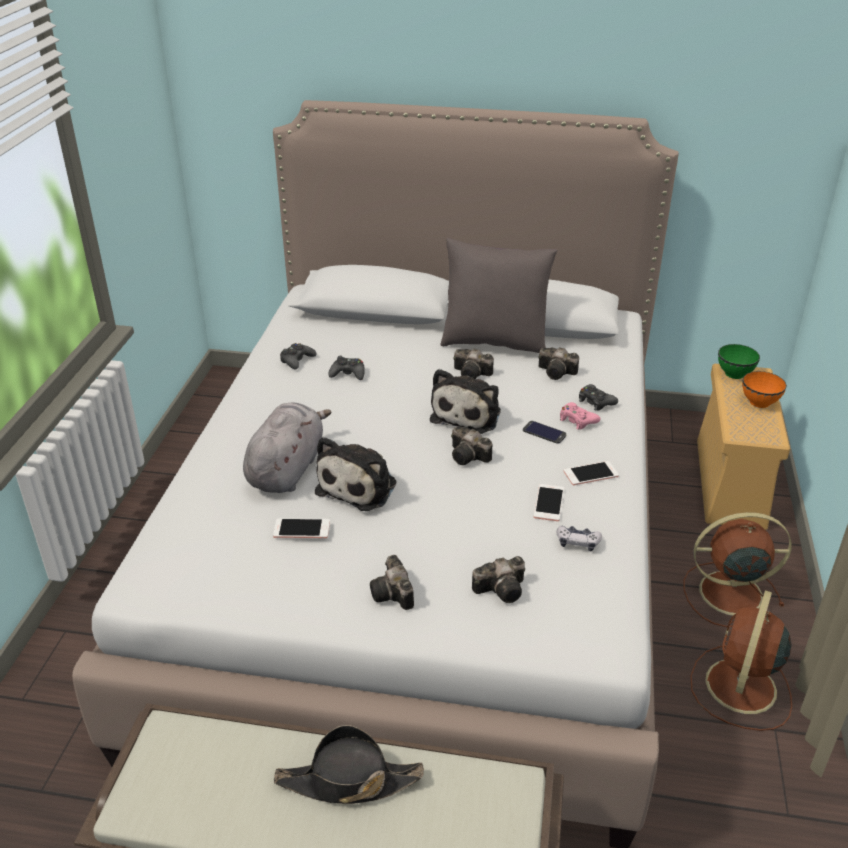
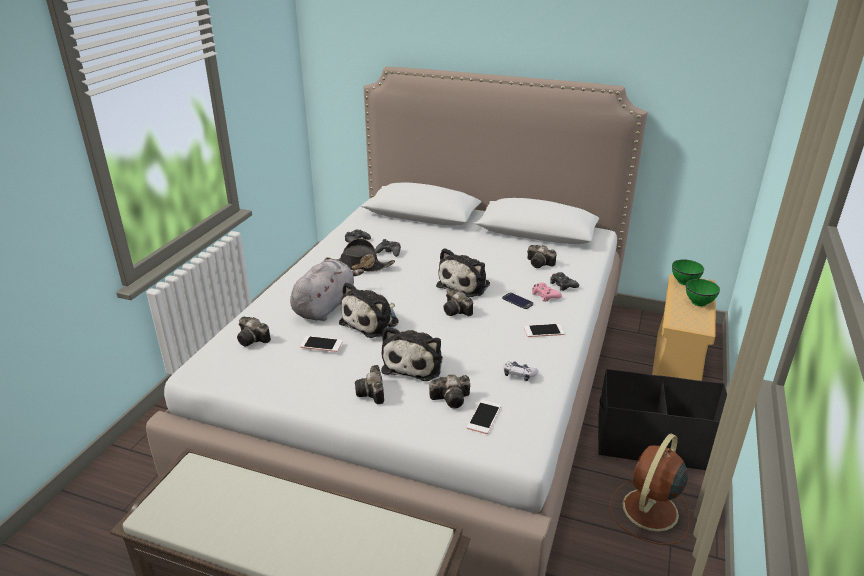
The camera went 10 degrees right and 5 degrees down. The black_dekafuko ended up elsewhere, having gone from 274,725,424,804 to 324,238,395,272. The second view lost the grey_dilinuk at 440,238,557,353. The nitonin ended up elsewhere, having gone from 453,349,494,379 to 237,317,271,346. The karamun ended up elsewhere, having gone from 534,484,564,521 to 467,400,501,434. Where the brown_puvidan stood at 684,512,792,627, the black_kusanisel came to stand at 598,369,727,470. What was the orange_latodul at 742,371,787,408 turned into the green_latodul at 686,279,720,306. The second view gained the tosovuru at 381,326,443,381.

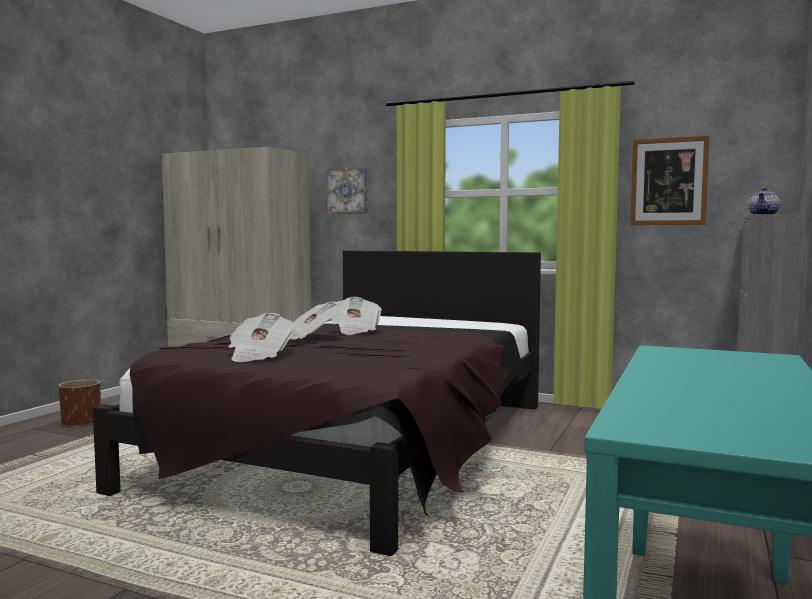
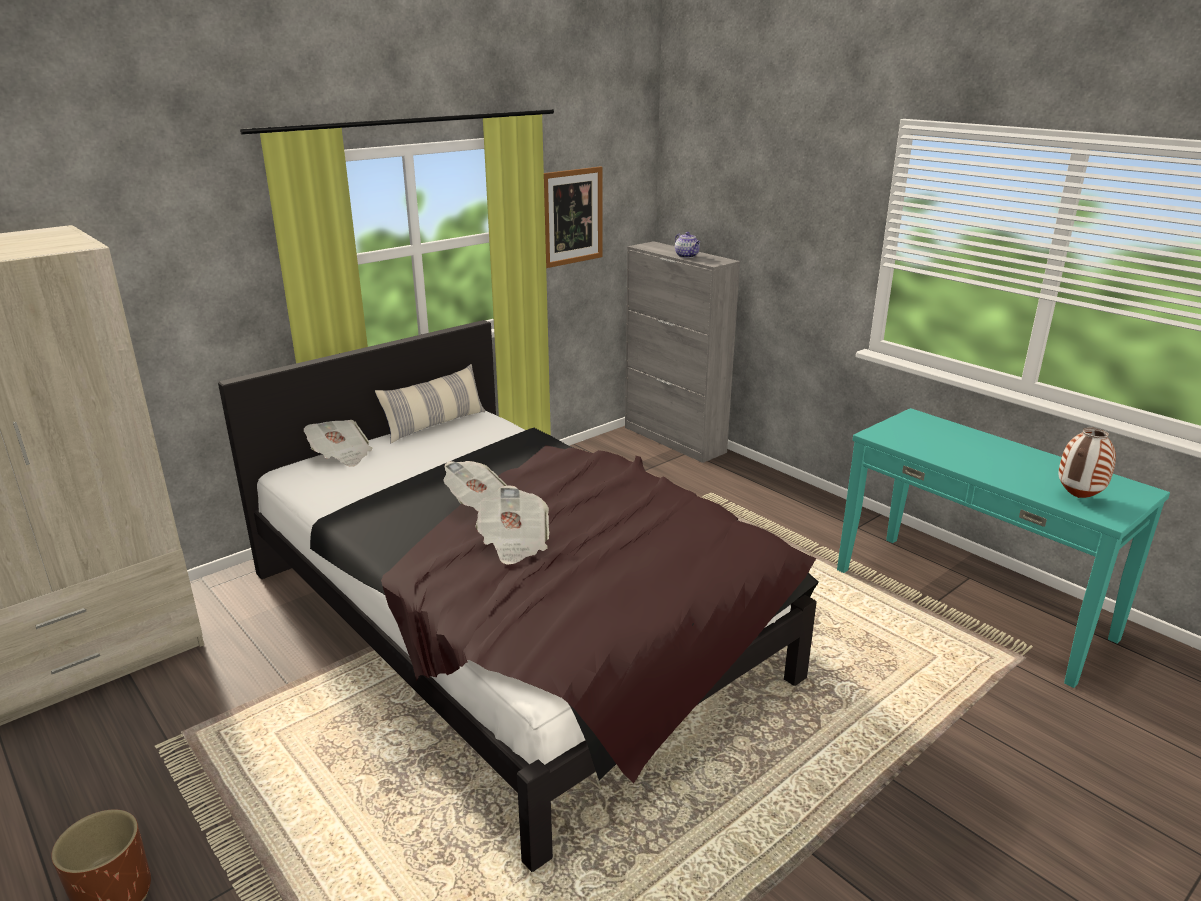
The camera went 65 degrees left and 20 degrees up. The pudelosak ended up elsewhere, having gone from 228,313,296,362 to 304,420,373,467. The second view lost the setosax at 326,167,368,214. The second view gained the dilinuk at 375,364,485,443. The second view gained the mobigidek at 1059,427,1116,498.

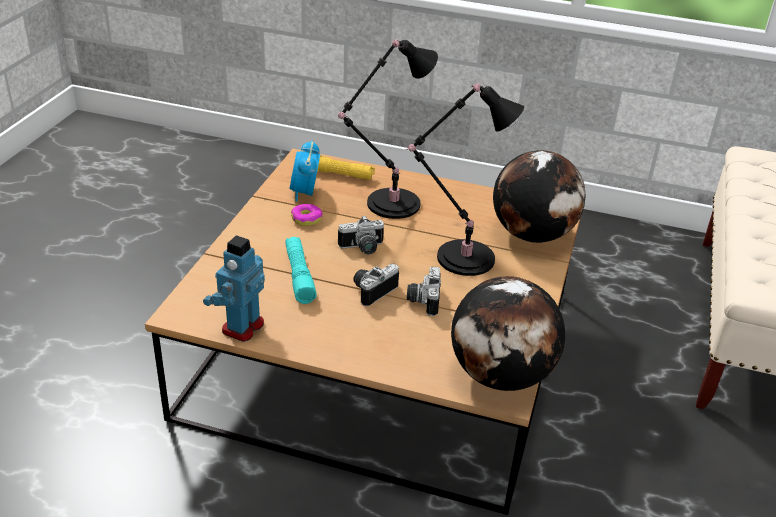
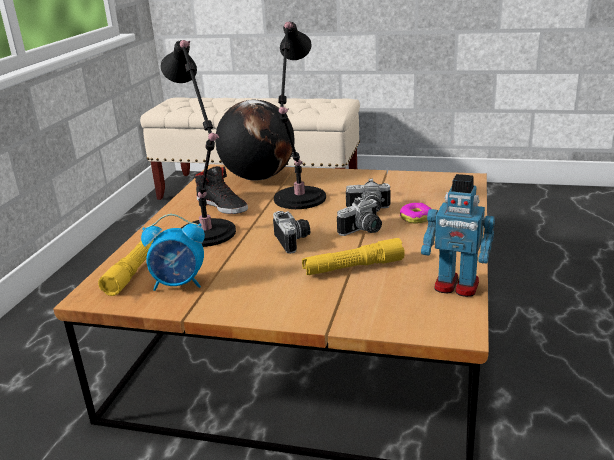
The camera went 90 degrees left and 10 degrees down. What was the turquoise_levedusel at 285,237,317,304 turned into the yellow_levedusel at 302,238,405,275. The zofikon ended up elsewhere, having gone from 291,204,323,226 to 400,203,431,224. The nitonin at 353,264,399,306 ended up facing another way, 75 degrees counterclockwise from before. The second view lost the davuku at 451,276,565,391. The second view gained the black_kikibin at 194,166,248,214.

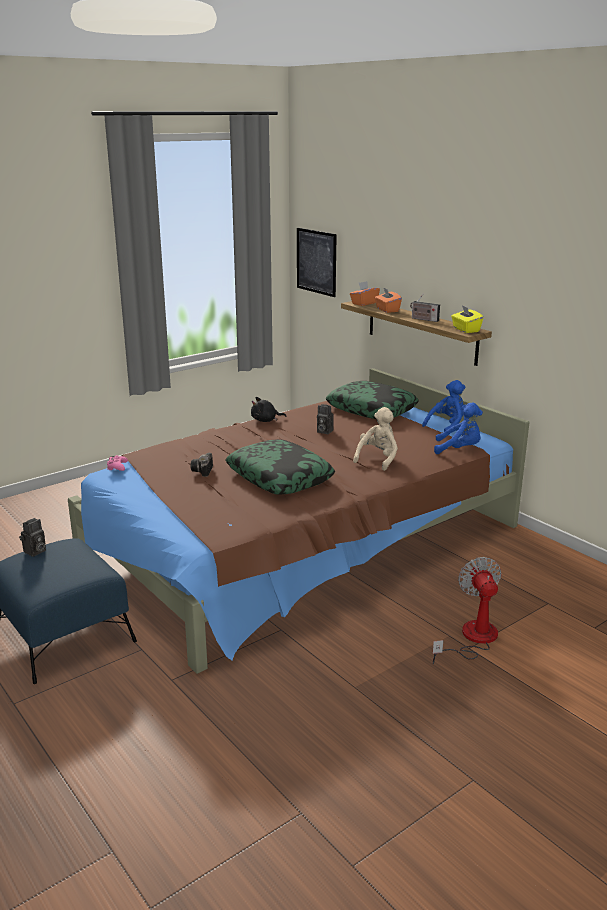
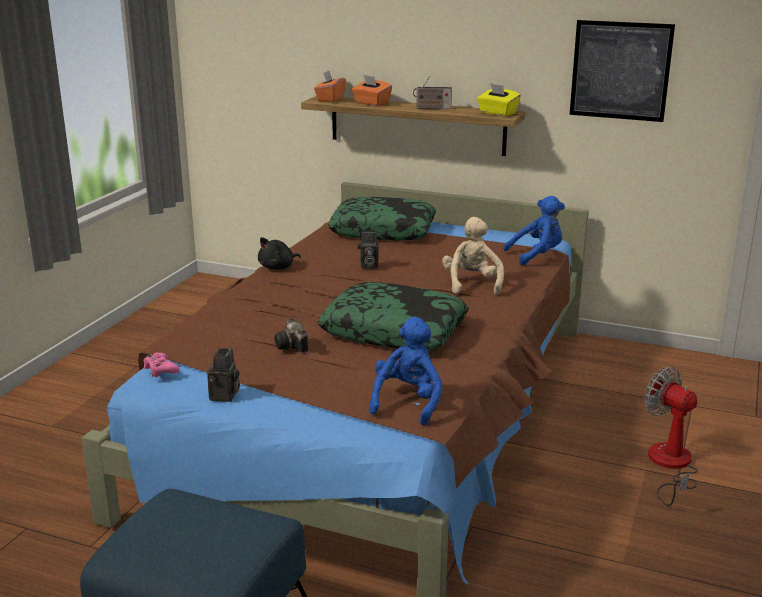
The camera went 30 degrees left and 0 degrees up. The nitonin ended up elsewhere, having gone from 19,518,46,557 to 207,347,240,402. The setosax ended up elsewhere, having gone from 297,228,337,297 to 570,20,675,122. The blue_tosovuru ended up elsewhere, having gone from 422,380,466,432 to 369,317,443,425.

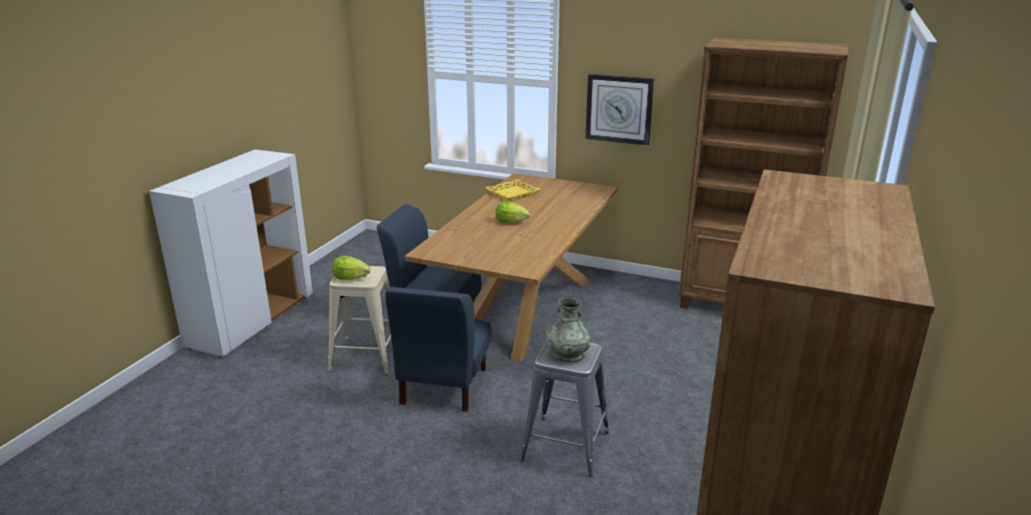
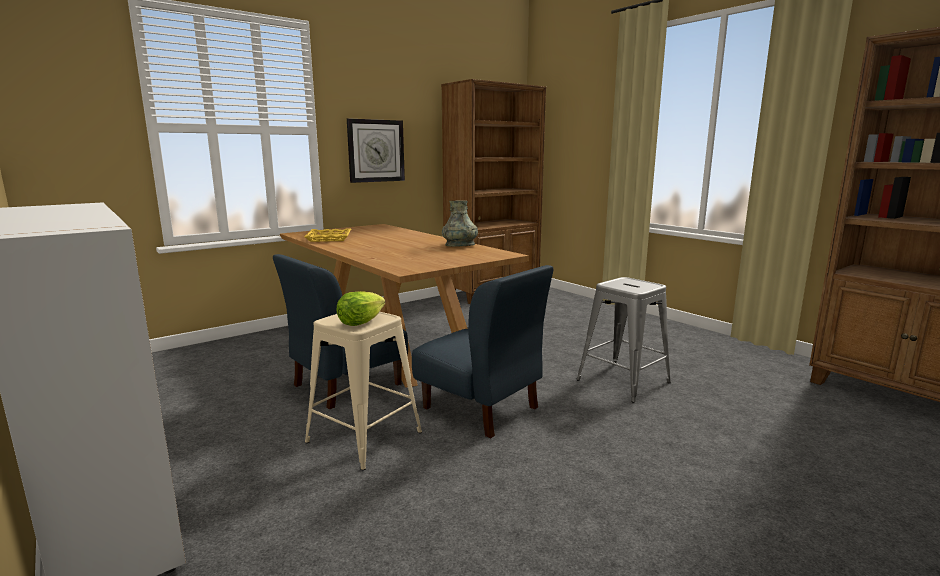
The camera went 60 degrees left and 10 degrees down. The second view lost the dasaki at 496,201,530,223. The grey_mobigidek ended up elsewhere, having gone from 545,298,590,362 to 442,200,478,247.

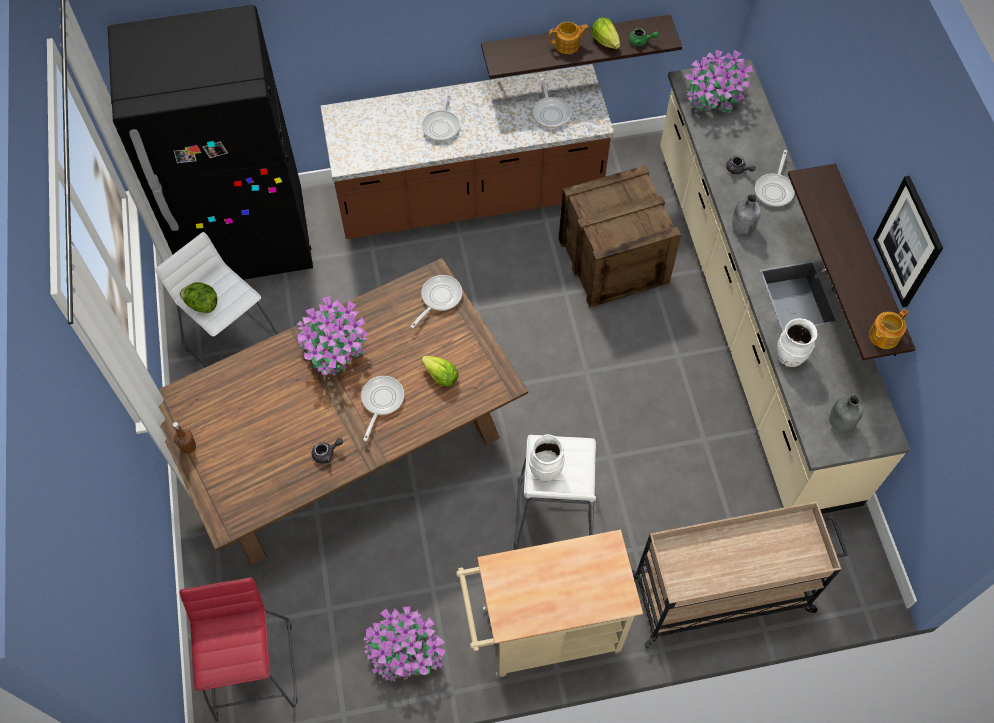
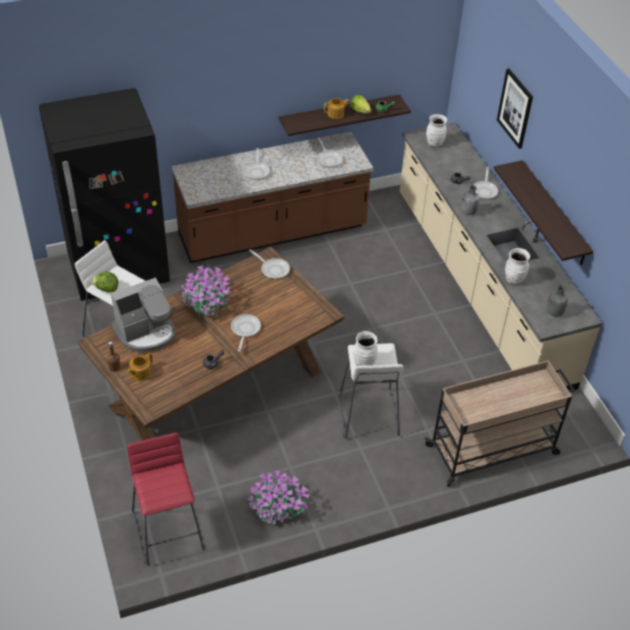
The camera went 10 degrees left and 15 degrees down. The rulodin at 410,275,462,328 ended up facing another way, 105 degrees clockwise from before. The second view lost the dasaki at 421,356,458,386. The second view lost the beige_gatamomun at 456,530,643,677. The second view lost the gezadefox at 559,165,681,308. Where the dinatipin stood at 685,50,753,114, the white_mobigidek came to stand at 426,114,447,147. The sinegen ended up elsewhere, having gone from 869,309,908,349 to 126,353,153,381. The setosax ended up elsewhere, having gone from 873,176,943,307 to 497,69,533,149. The second view gained the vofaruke at 111,278,175,352.

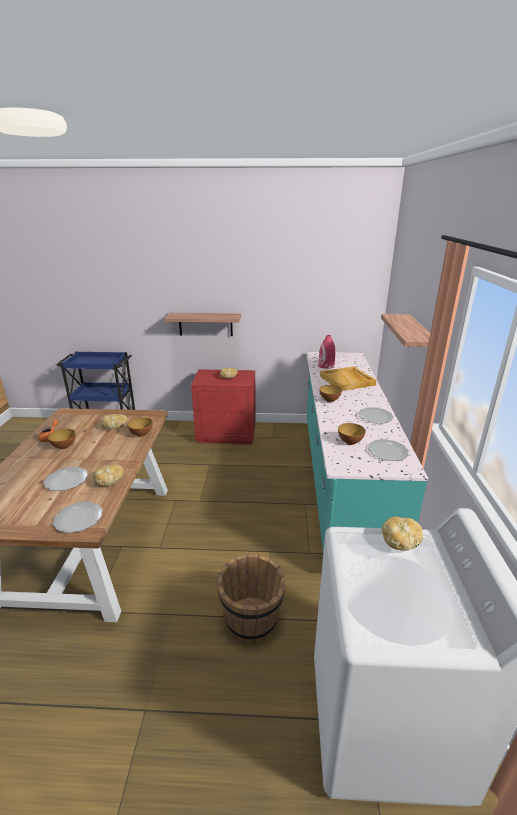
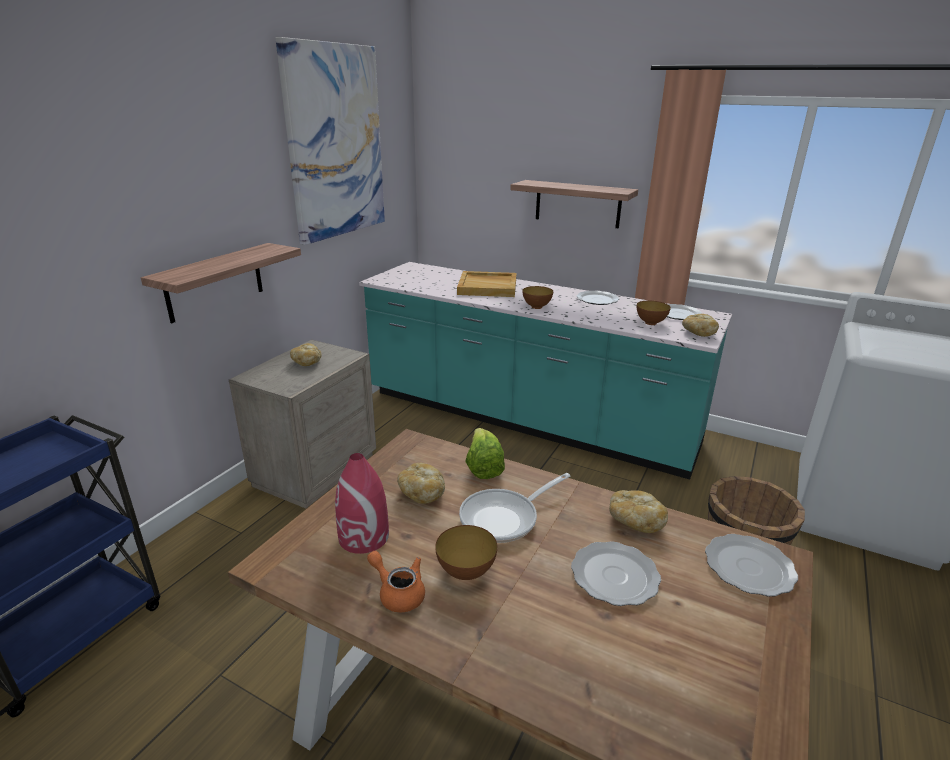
The camera went 65 degrees left and 0 degrees up. Where the latodul stood at 128,417,152,437, the dasaki came to stand at 465,428,505,479. What was the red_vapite at 191,369,256,444 turned into the beige_vapite at 229,340,376,508. The red_mobigidek ended up elsewhere, having gone from 318,335,336,369 to 335,453,389,554. The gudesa ended up elsewhere, having gone from 382,517,423,551 to 682,314,719,337. The second view gained the setosax at 275,37,385,245. The second view gained the rulodin at 459,473,571,543.

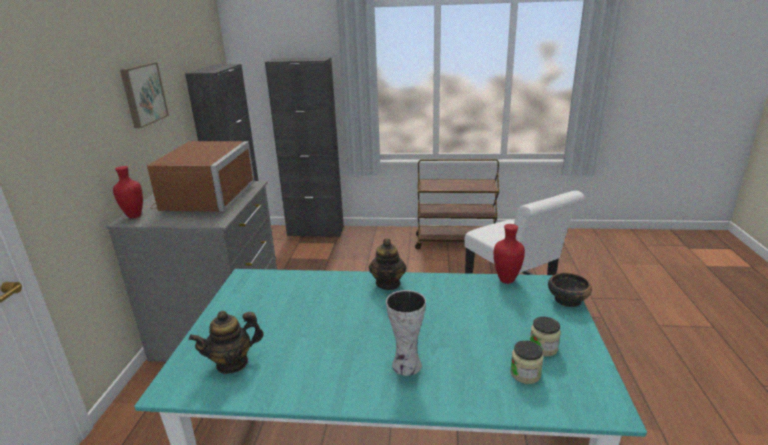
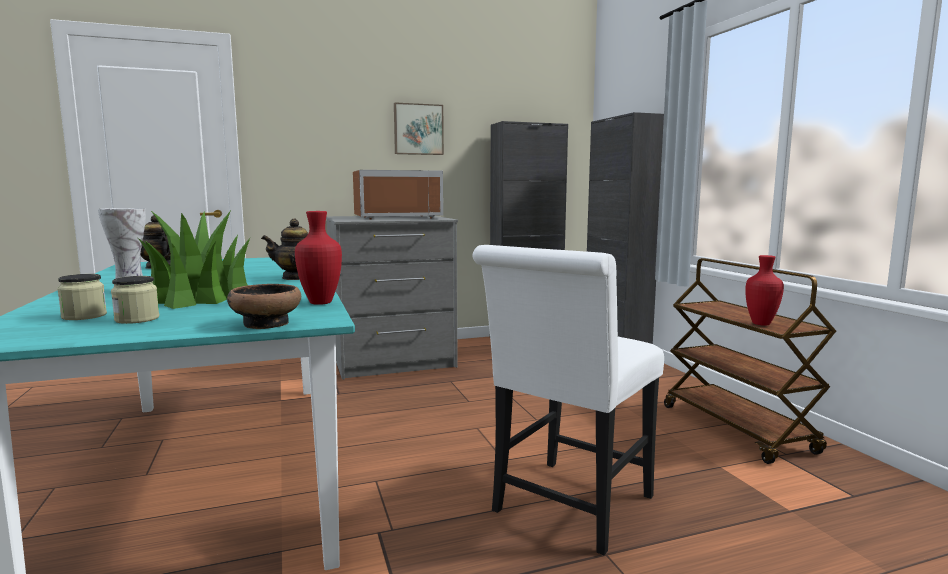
The camera went 65 degrees right and 15 degrees down. The red_mobigidek ended up elsewhere, having gone from 113,166,143,218 to 745,255,784,325. The second view gained the dinatipin at 138,211,251,309.

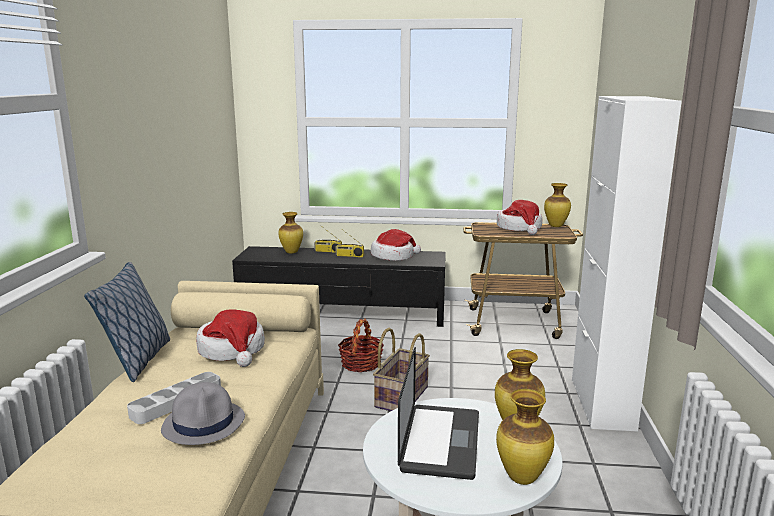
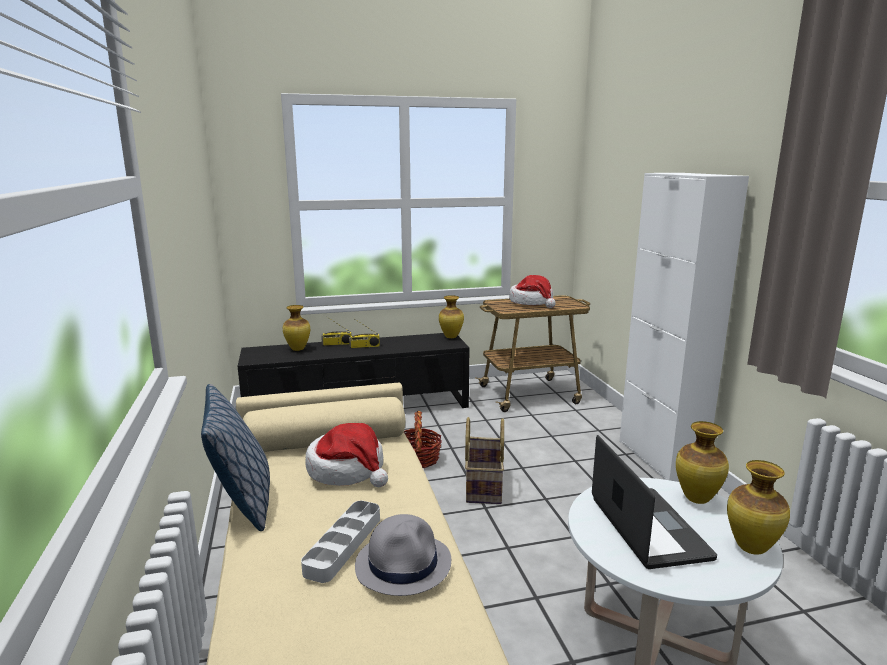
The camera went 20 degrees left and 0 degrees up. The second view lost the dekafuko at 371,229,421,261. The mobigidek ended up elsewhere, having gone from 544,183,571,227 to 439,295,464,338.

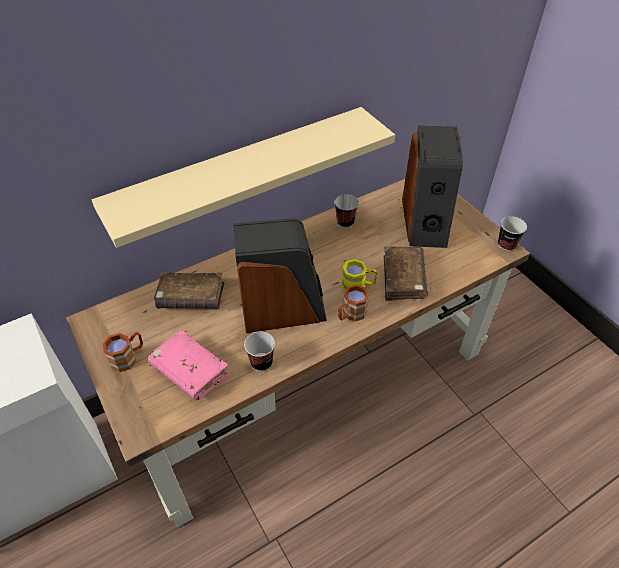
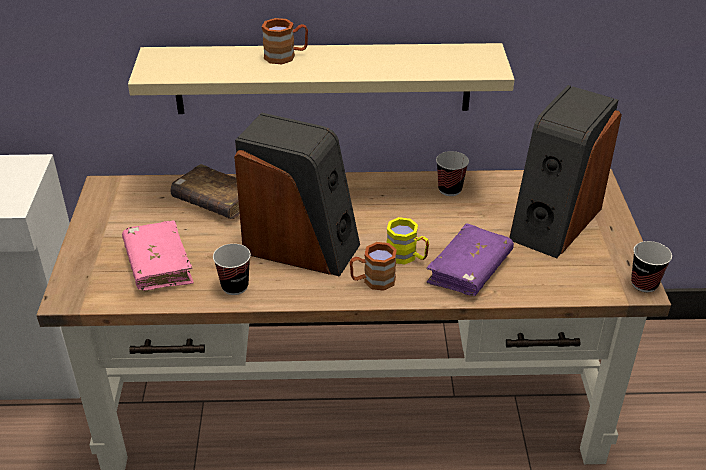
The camera went 30 degrees right and 10 degrees down. The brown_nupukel ended up elsewhere, having gone from 103,332,143,372 to 262,18,308,64. What was the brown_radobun at 383,246,428,301 turned into the purple_radobun at 426,223,514,296.

